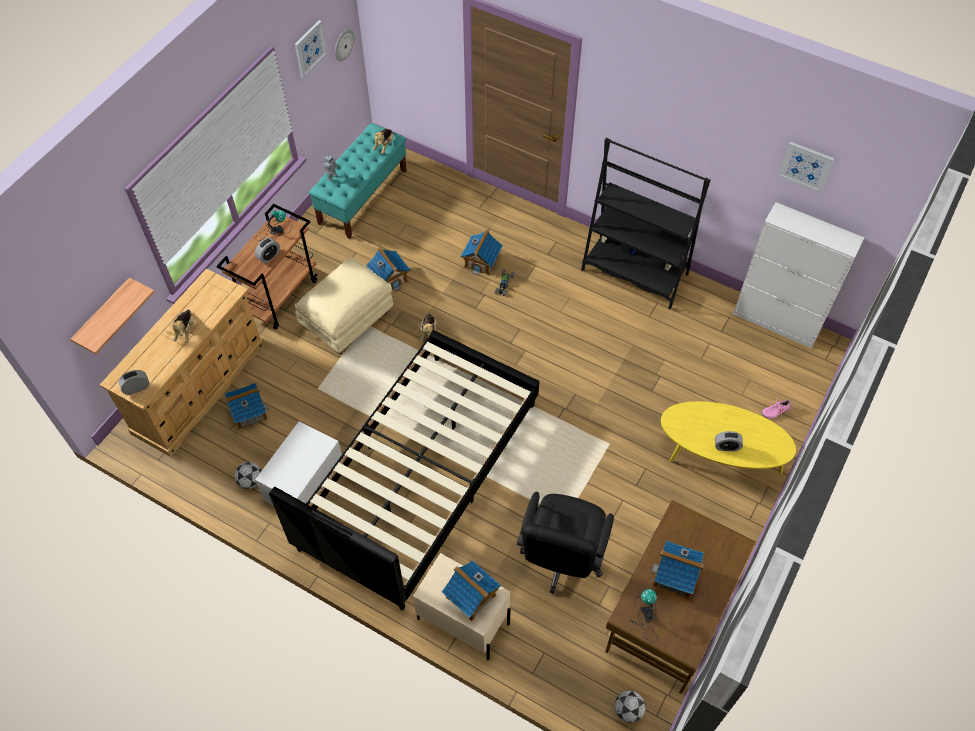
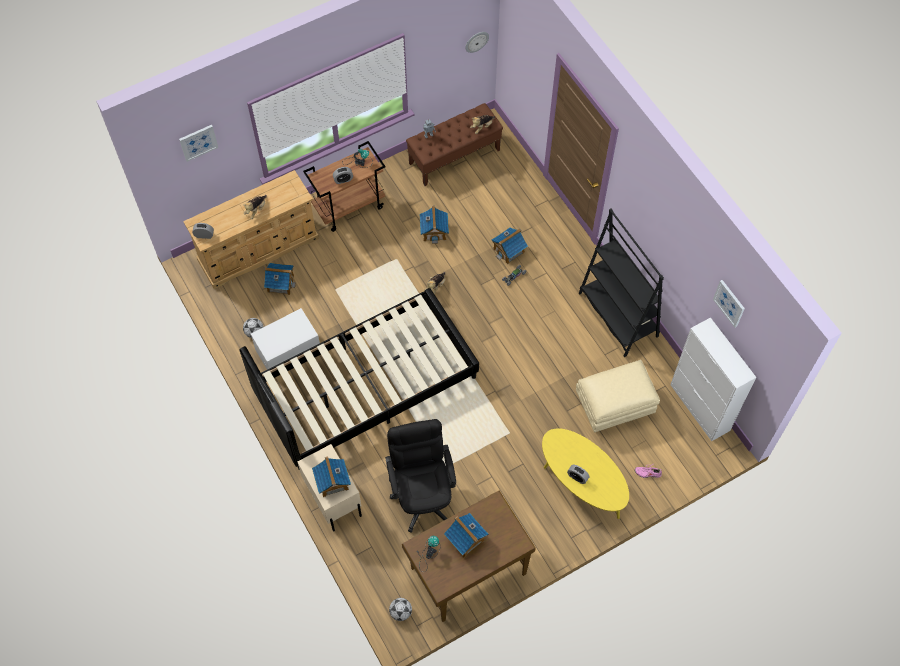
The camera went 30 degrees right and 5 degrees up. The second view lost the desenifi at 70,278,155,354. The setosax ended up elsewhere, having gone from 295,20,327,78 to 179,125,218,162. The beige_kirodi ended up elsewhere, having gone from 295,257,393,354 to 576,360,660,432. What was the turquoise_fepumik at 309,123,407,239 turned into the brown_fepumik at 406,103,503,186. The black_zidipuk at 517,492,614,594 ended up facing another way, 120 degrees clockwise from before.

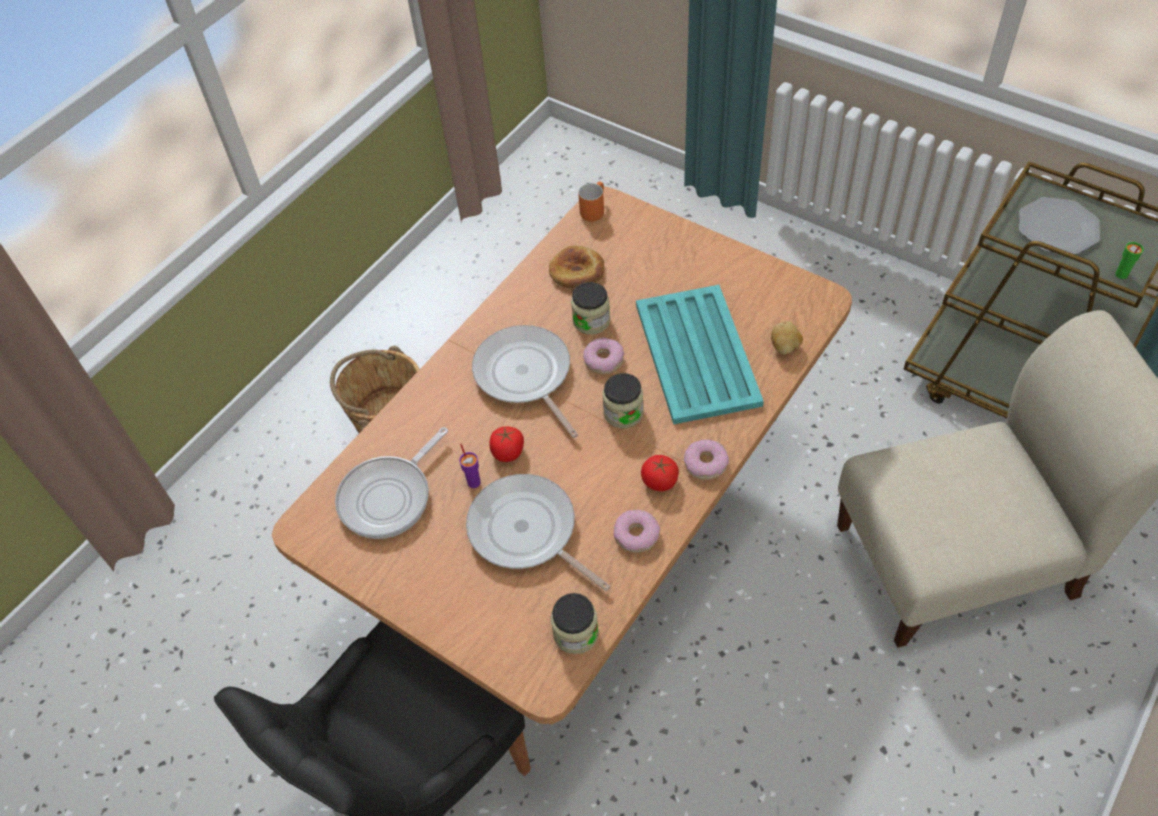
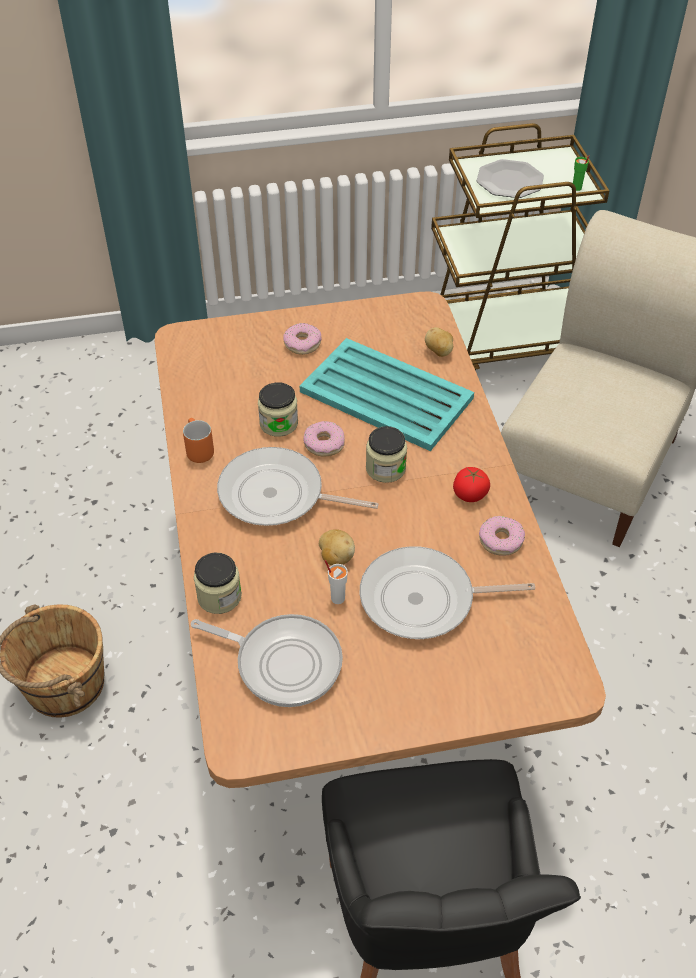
The camera went 50 degrees left and 5 degrees down. The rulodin at 335,427,448,539 ended up facing another way, 60 degrees counterclockwise from before. What was the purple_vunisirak at 459,444,481,488 turned into the white_vunisirak at 325,560,348,604. Where the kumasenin stood at 489,426,524,462, the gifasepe came to stand at 319,529,355,565. The second view lost the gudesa at 549,246,604,288. The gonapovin ended up elsewhere, having gone from 550,593,599,654 to 194,553,242,614. The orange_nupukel ended up elsewhere, having gone from 578,182,604,222 to 183,418,214,463. The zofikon ended up elsewhere, having gone from 684,440,729,480 to 283,323,322,355.

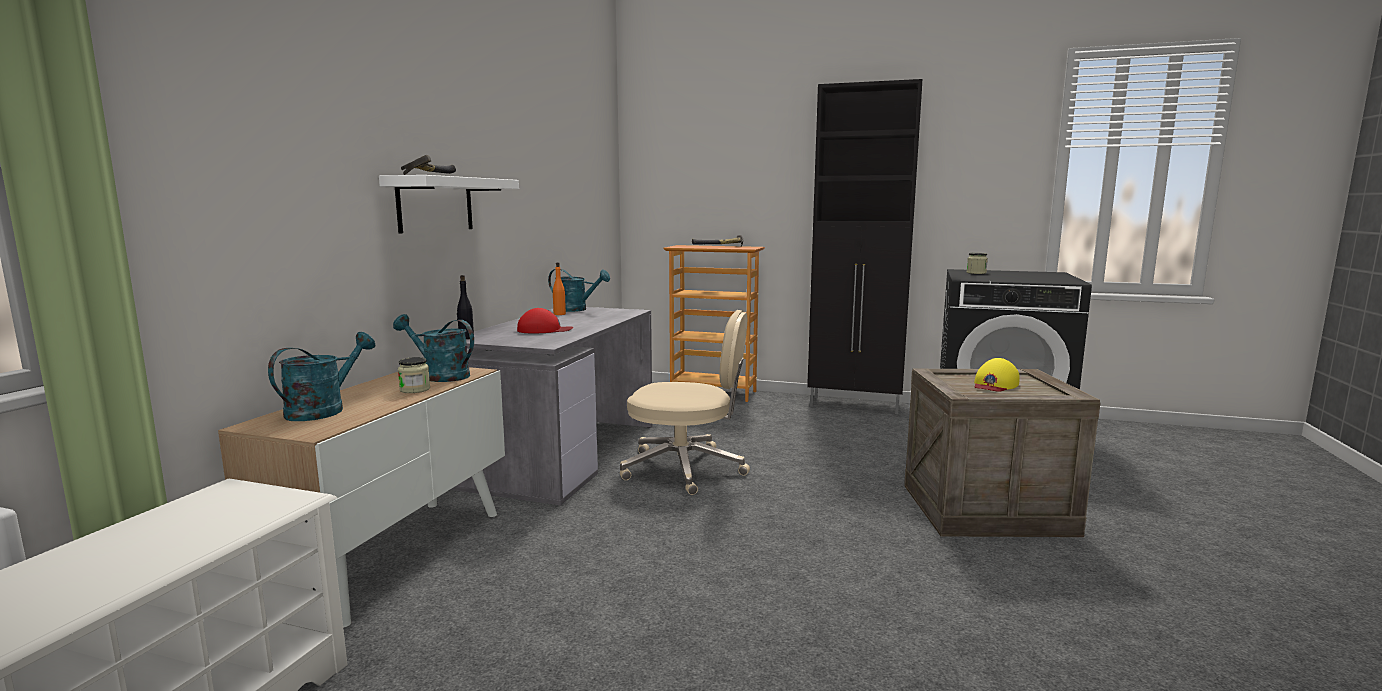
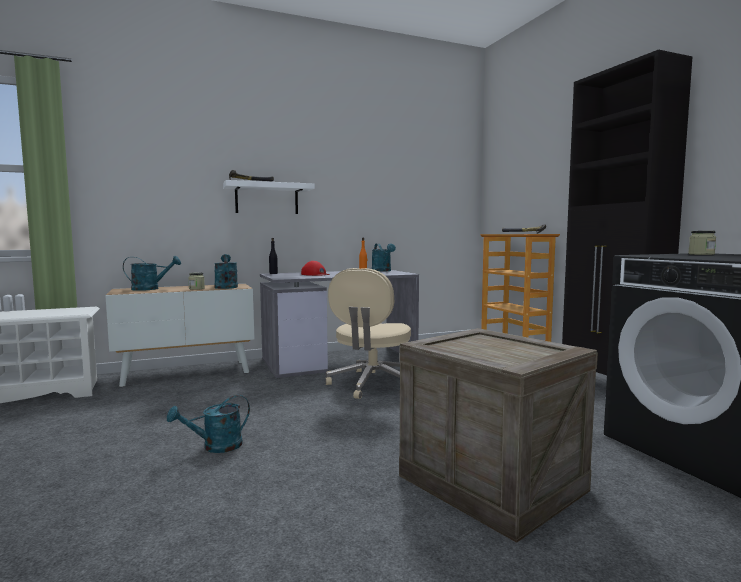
The camera went 50 degrees right and 5 degrees down. The beige_zidipuk at 620,310,750,495 ended up facing another way, 45 degrees clockwise from before. The second view lost the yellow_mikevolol at 974,358,1020,392. The second view gained the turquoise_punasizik at 167,395,250,453.

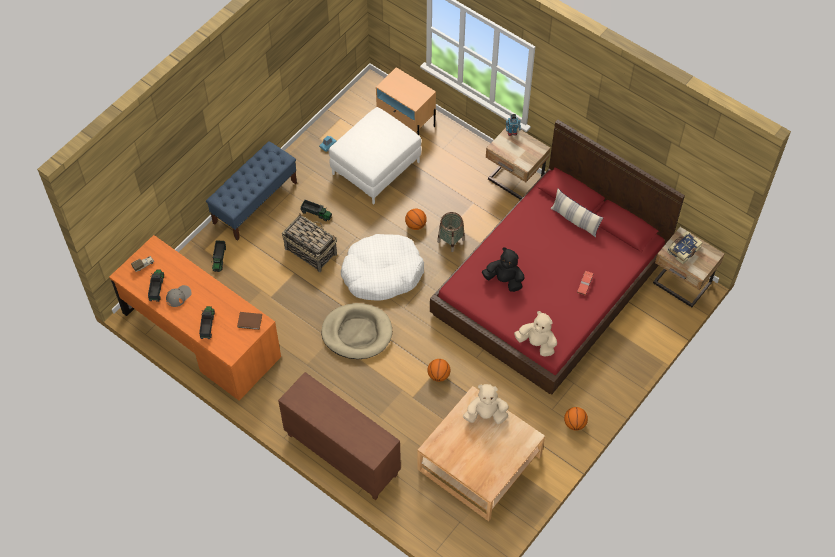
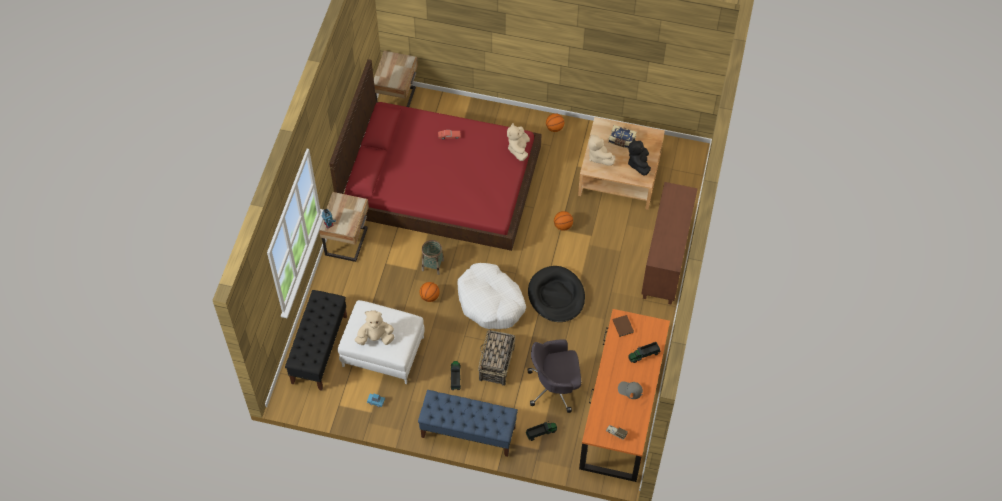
The camera went 115 degrees left and 0 degrees up. The second view lost the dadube at 148,269,164,302. What was the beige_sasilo at 321,303,392,359 turned into the black_sasilo at 528,266,585,322. Where the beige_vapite stood at 376,67,436,135, the black_fepumik came to stand at 285,290,347,391. The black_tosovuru ended up elsewhere, having gone from 482,247,525,292 to 628,138,651,176. The second view lost the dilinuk at 550,189,603,237. The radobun ended up elsewhere, having gone from 667,231,703,264 to 608,125,637,149. The second view gained the beige_tosovuru at 355,311,394,345. The second view gained the grey_zidipuk at 527,339,582,413.

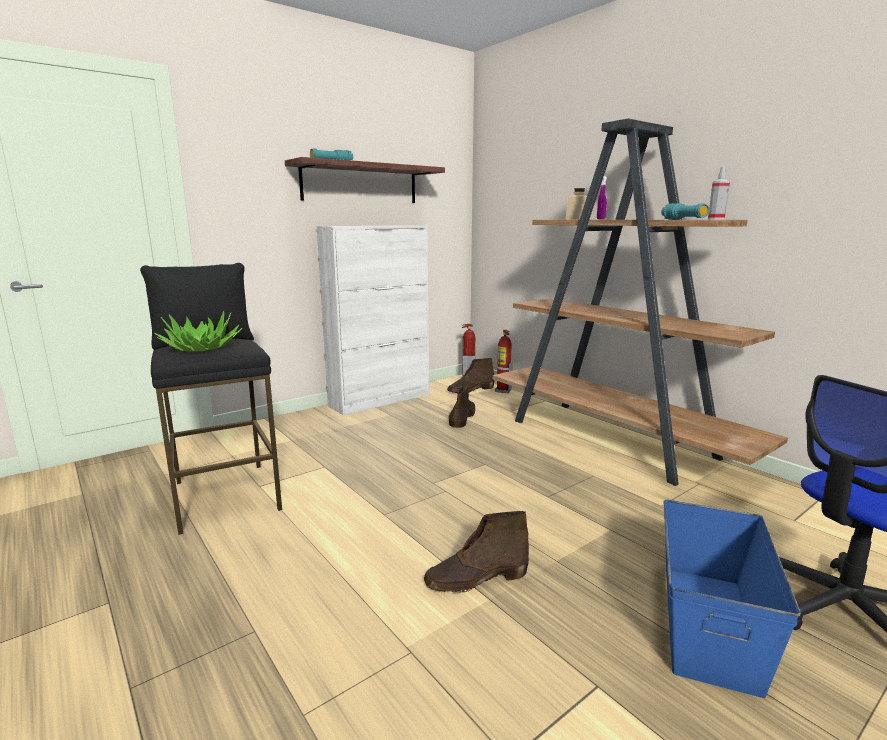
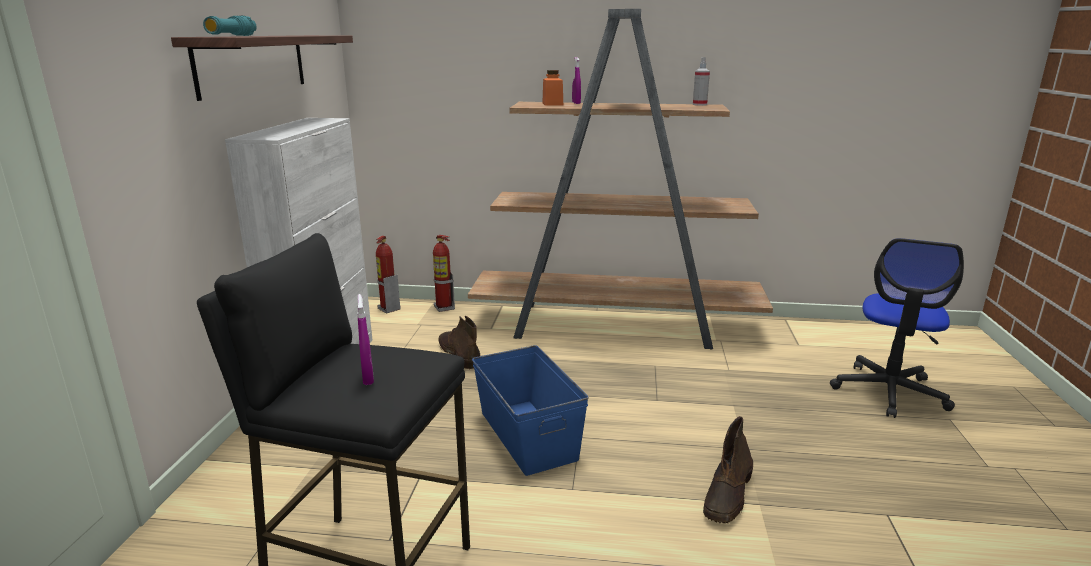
The camera went 45 degrees left and 5 degrees up. Where the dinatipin stood at 154,311,242,352, the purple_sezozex came to stand at 357,294,374,385. The second view lost the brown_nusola at 447,358,494,393. What was the beige_gonapovin at 566,188,587,219 turned into the orange_gonapovin at 542,70,563,106. The second view lost the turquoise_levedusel at 661,203,709,219. The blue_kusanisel ended up elsewhere, having gone from 664,500,801,698 to 472,345,589,476.

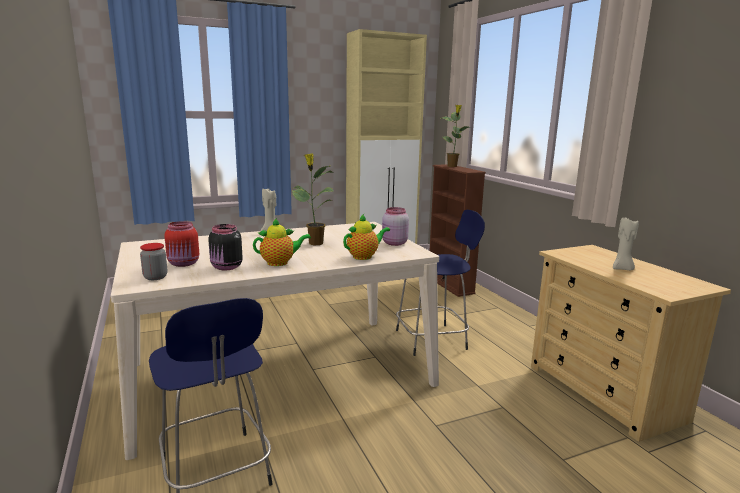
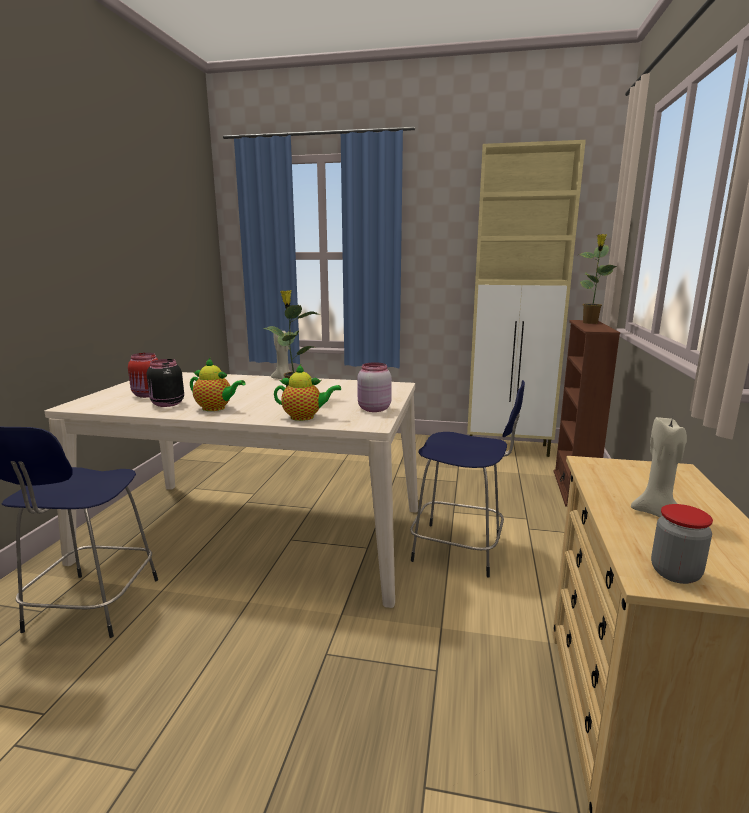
The camera went 35 degrees right and 0 degrees up. The gonapovin ended up elsewhere, having gone from 140,243,167,280 to 651,504,713,584.

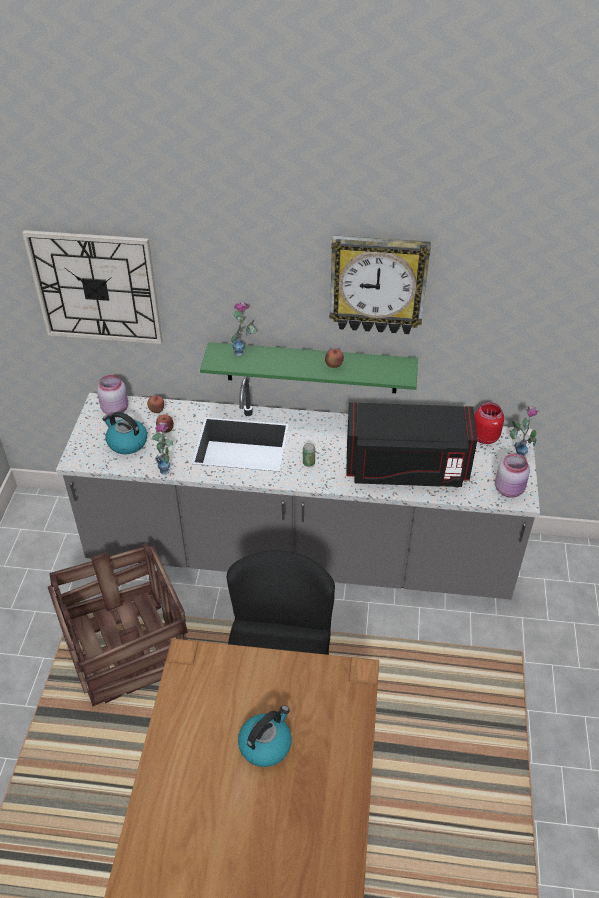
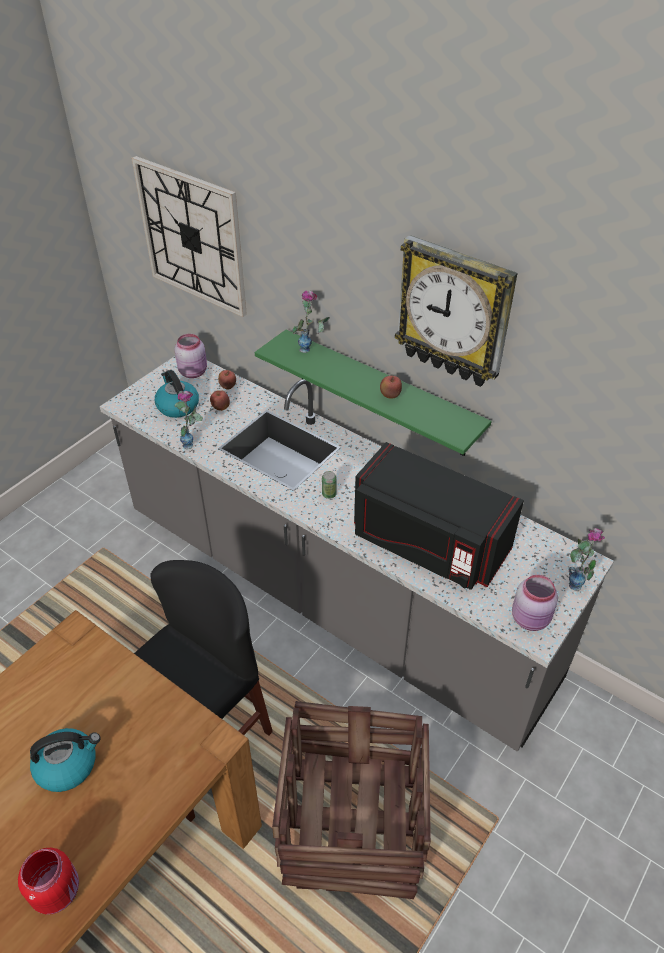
The camera went 30 degrees right and 0 degrees up. The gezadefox ended up elsewhere, having gone from 48,543,188,706 to 272,701,431,899. The red_gonapovin ended up elsewhere, having gone from 474,402,504,444 to 18,848,79,915.

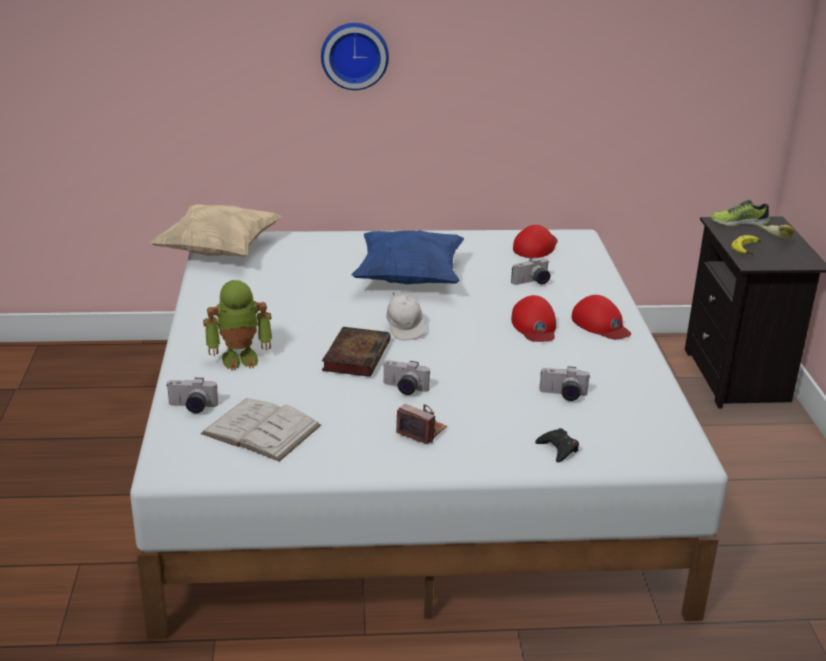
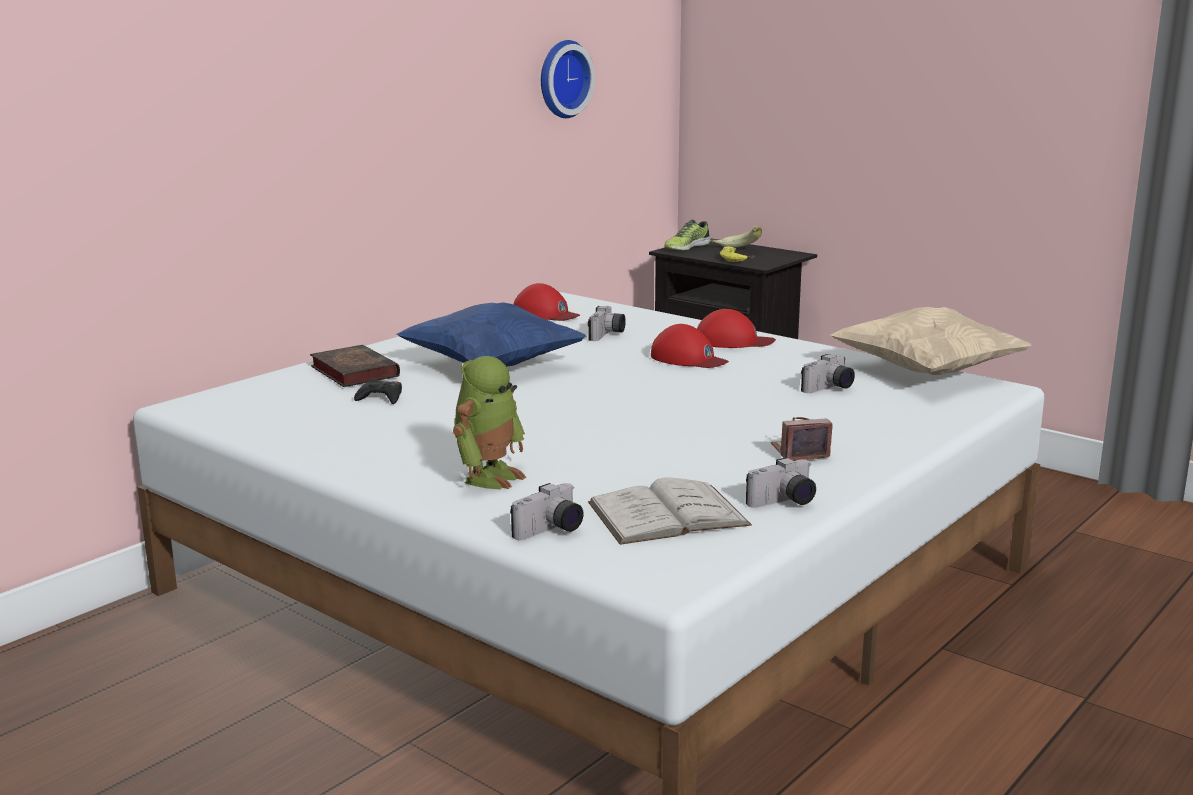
The camera went 45 degrees left and 10 degrees down. The beige_dilinuk ended up elsewhere, having gone from 150,204,281,257 to 830,307,1032,375. The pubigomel ended up elsewhere, having gone from 321,23,389,90 to 541,40,595,118. The radobun ended up elsewhere, having gone from 322,327,390,377 to 310,345,400,387. The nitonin ended up elsewhere, having gone from 384,360,430,395 to 746,457,816,508. The second view lost the white_mikevolol at 386,292,425,341. The red_mikevolol at 513,225,558,258 ended up facing another way, 135 degrees clockwise from before. The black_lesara ended up elsewhere, having gone from 535,428,579,462 to 354,378,402,404.

